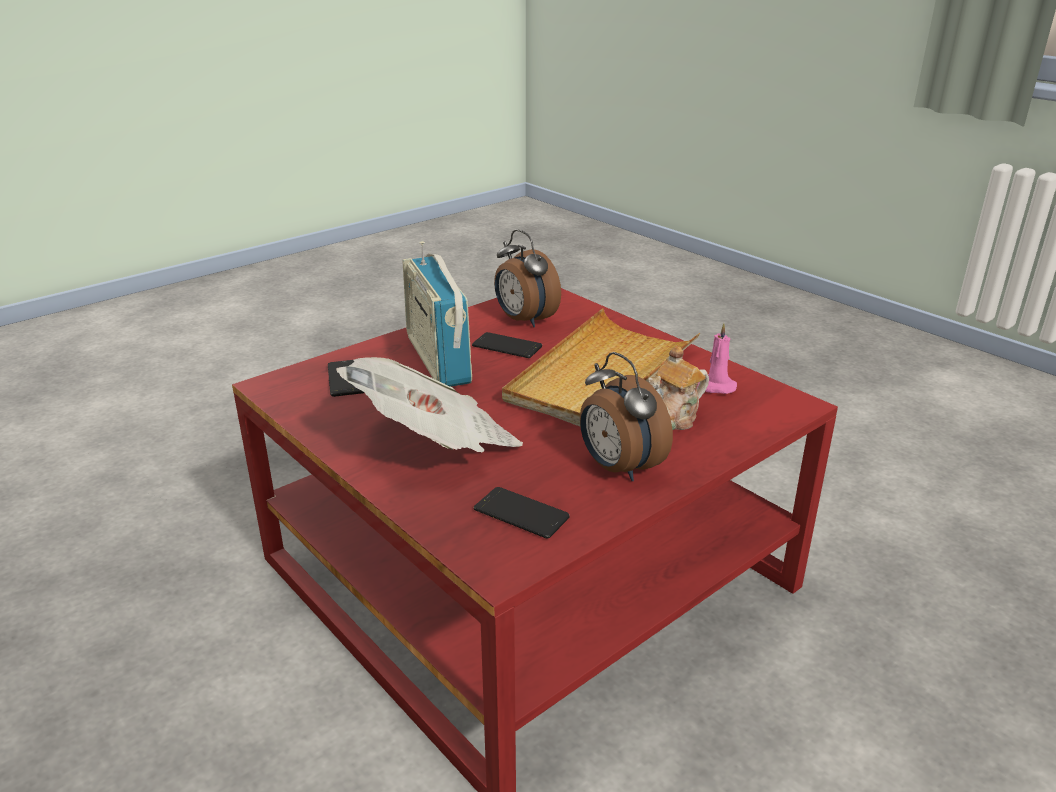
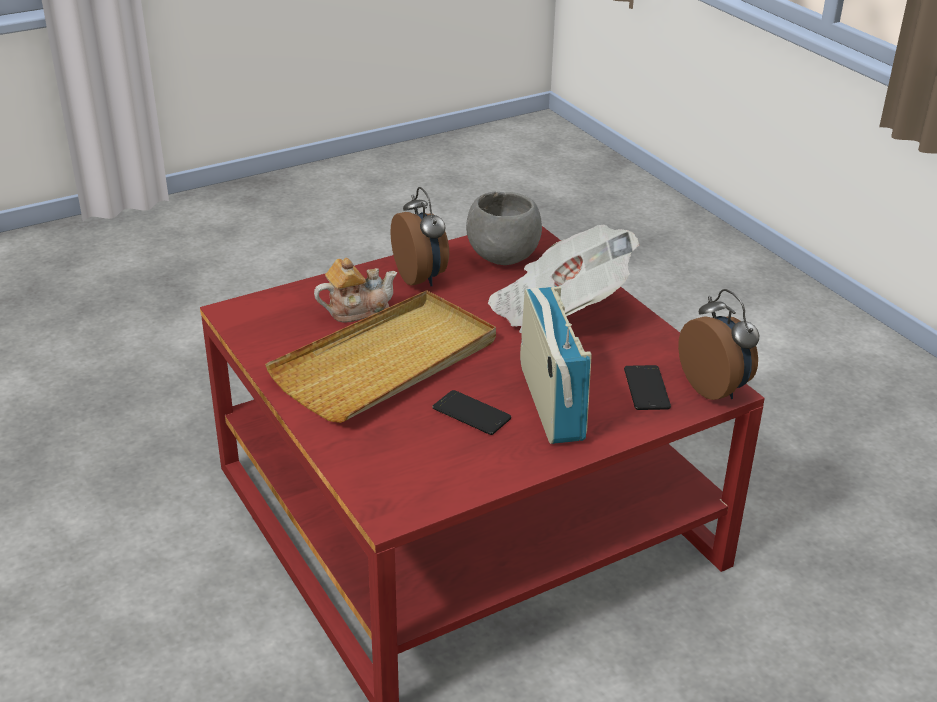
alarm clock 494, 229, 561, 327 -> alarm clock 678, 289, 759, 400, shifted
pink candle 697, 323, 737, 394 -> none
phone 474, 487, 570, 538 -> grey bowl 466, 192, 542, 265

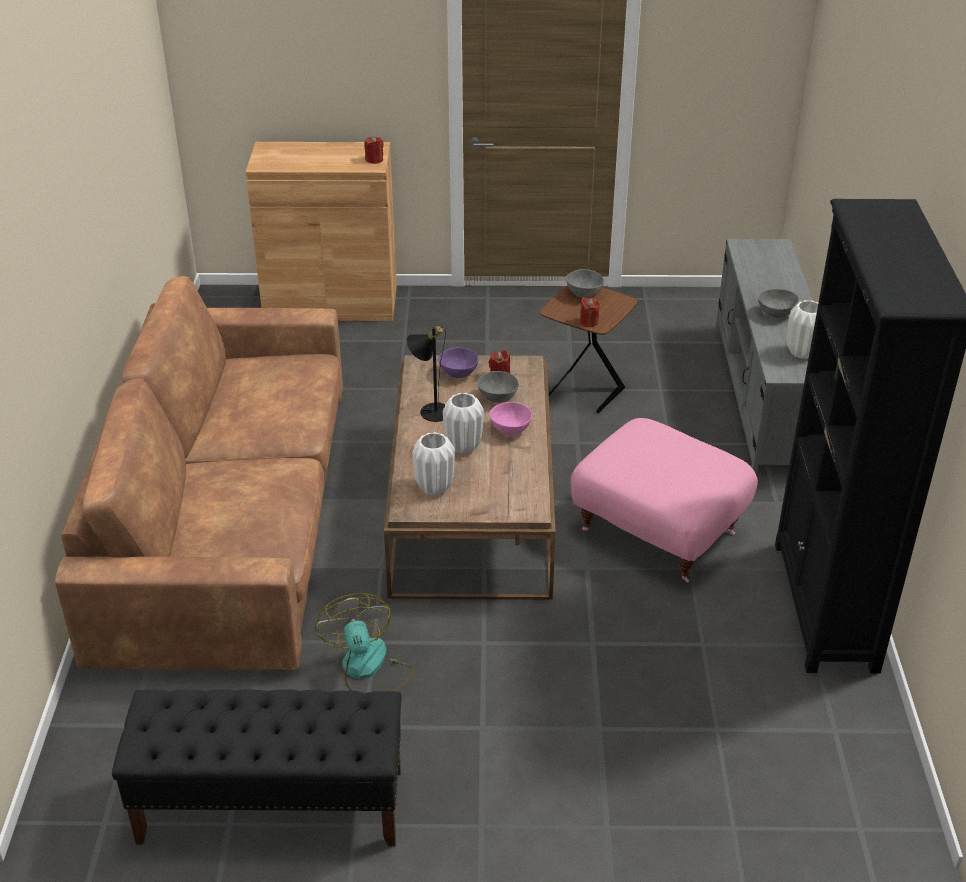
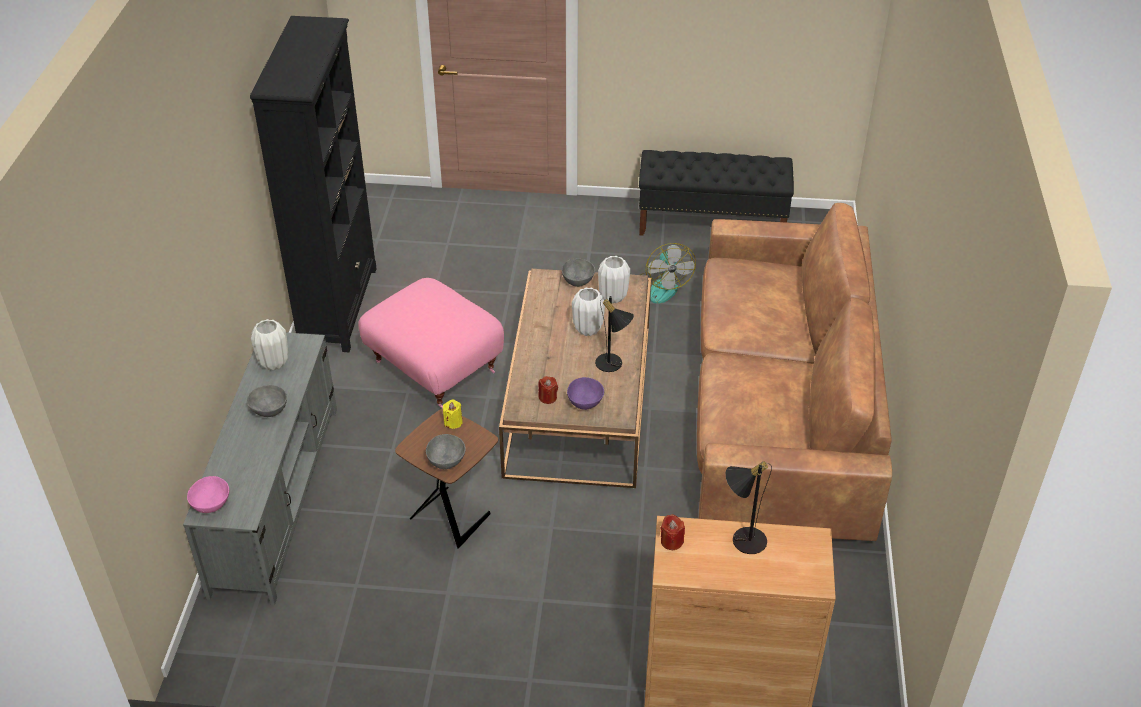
red candle 580, 297, 599, 327 -> yellow candle 443, 399, 463, 429
grey bowl 477, 371, 519, 403 -> grey bowl 562, 259, 595, 287, shifted
pink bowl 490, 402, 532, 435 -> pink bowl 187, 476, 229, 513, shifted
none -> black table lamp 725, 461, 772, 554

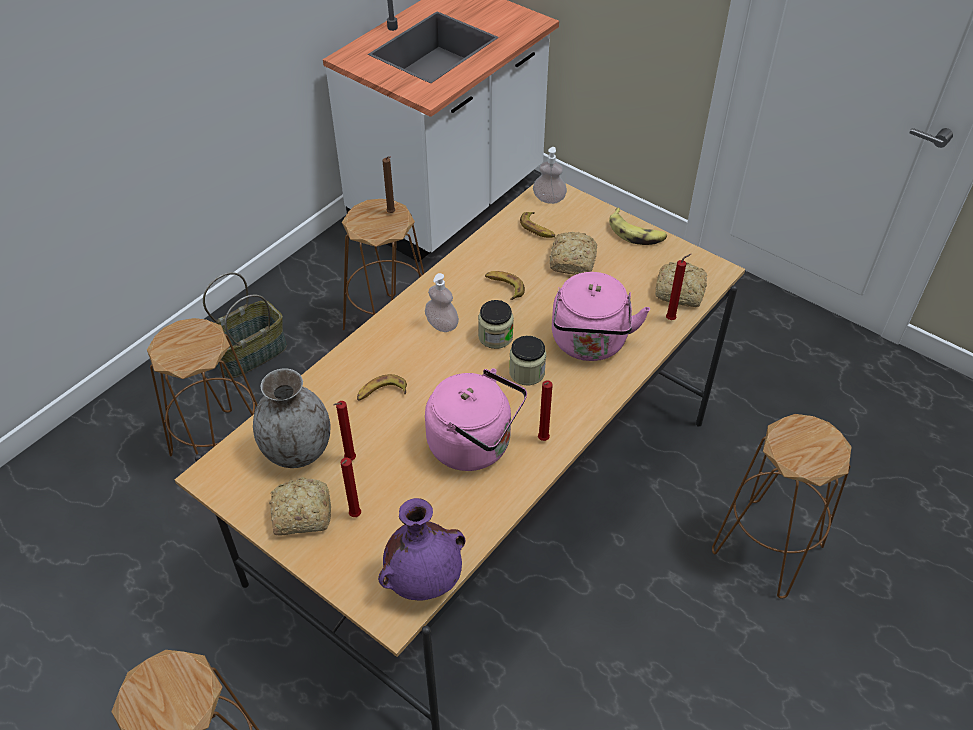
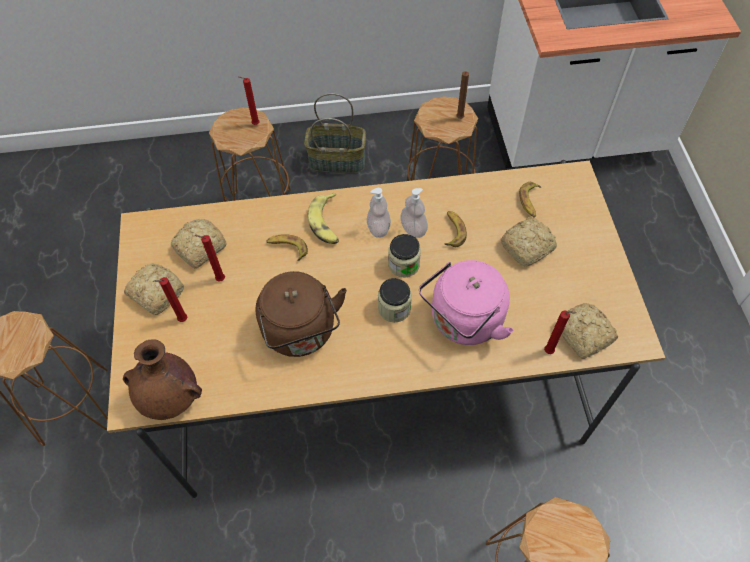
soap dispenser 533, 147, 567, 204 -> soap dispenser 400, 188, 428, 238, shifted
banana 609, 208, 667, 245 -> banana 308, 193, 339, 244, shifted
grey vase 253, 368, 330, 468 -> bread 171, 219, 227, 268
pink kettle 425, 368, 527, 471 -> brown kettle 255, 271, 347, 357
red candle 538, 380, 553, 441 -> red candle 239, 76, 260, 125, shifted
purple vase 378, 498, 465, 601 -> brown vase 123, 339, 202, 420

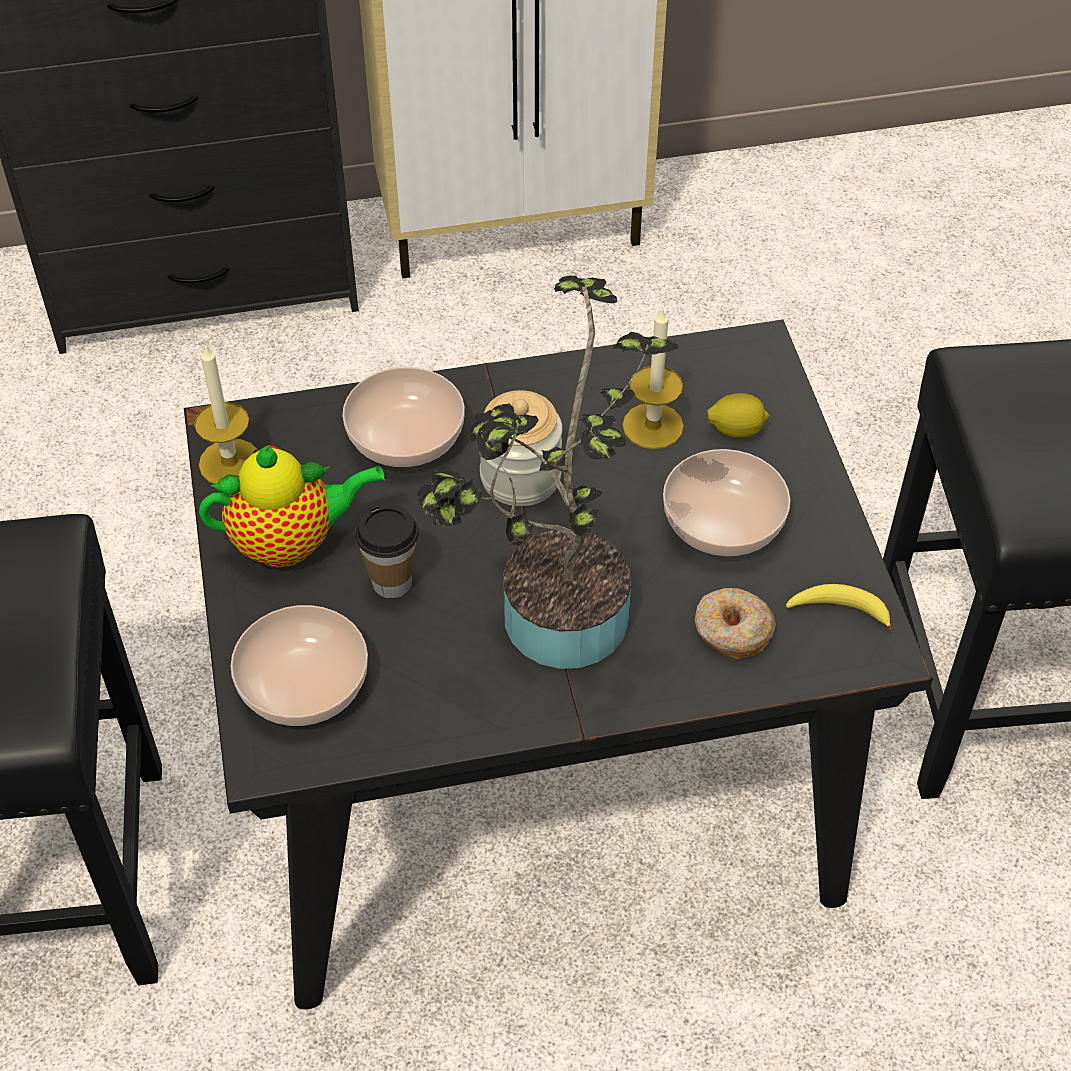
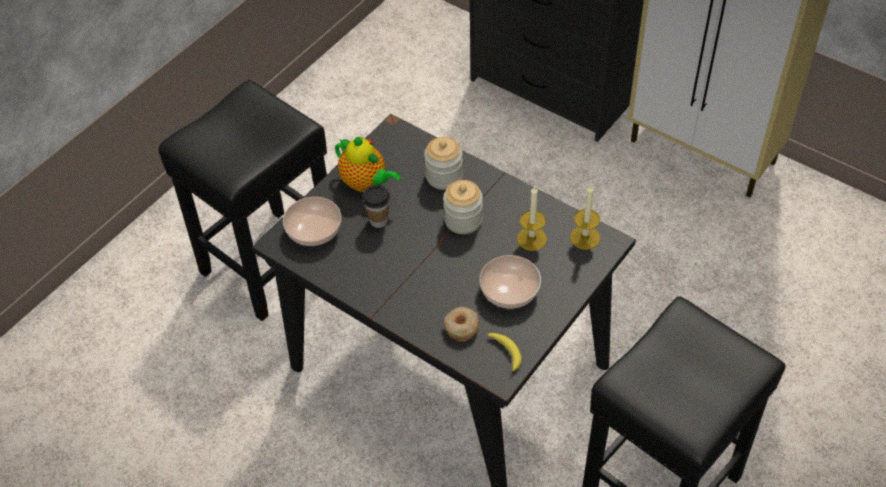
potted plant 417, 276, 679, 669 -> none
candle 194, 344, 257, 484 -> candle 570, 185, 600, 250, shifted
bowl 342, 367, 465, 467 -> jar 424, 137, 463, 190
lemon 707, 393, 769, 438 -> none

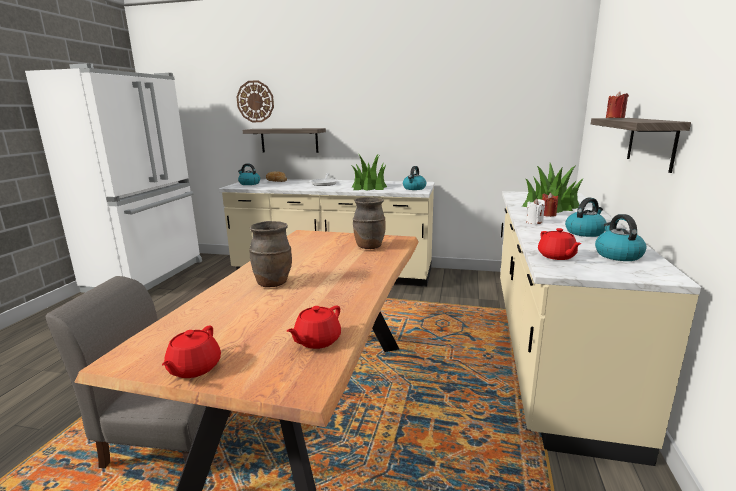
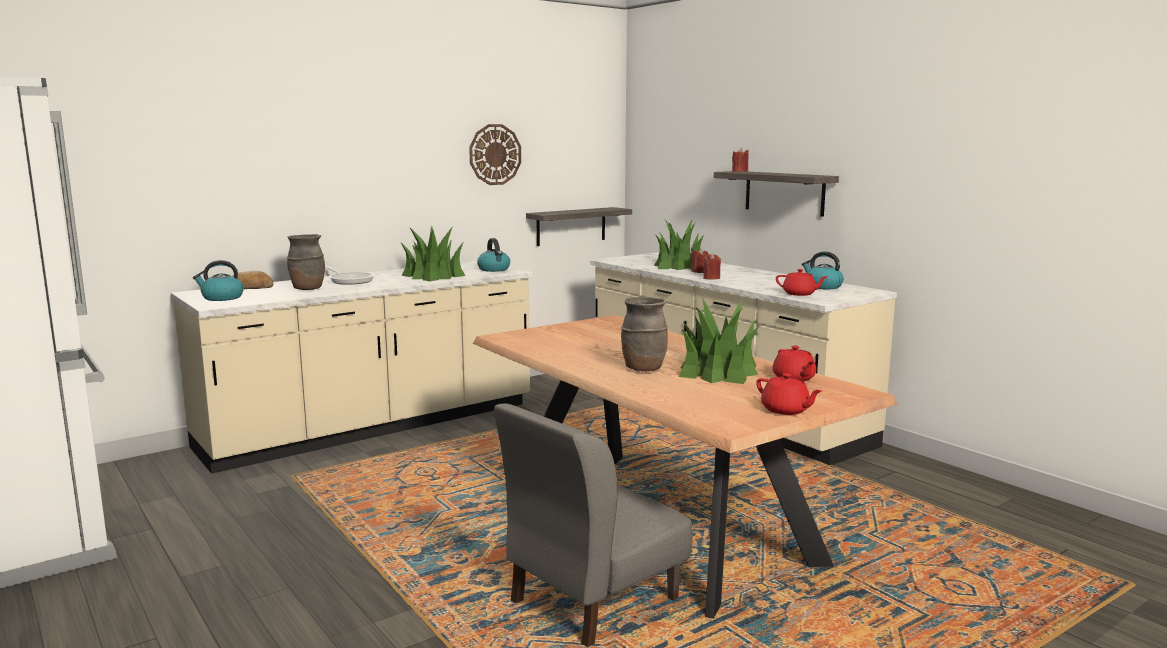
wall clock 236, 80, 274, 122 -> wall clock 469, 124, 521, 185, shifted
shelf 243, 128, 326, 153 -> shelf 526, 207, 632, 246, shifted
brown vase 353, 197, 385, 249 -> brown vase 287, 234, 325, 290, shifted
kettle 565, 197, 607, 237 -> none
white candle 526, 198, 545, 224 -> red candle 703, 253, 721, 280
none -> potted plant 679, 298, 759, 384

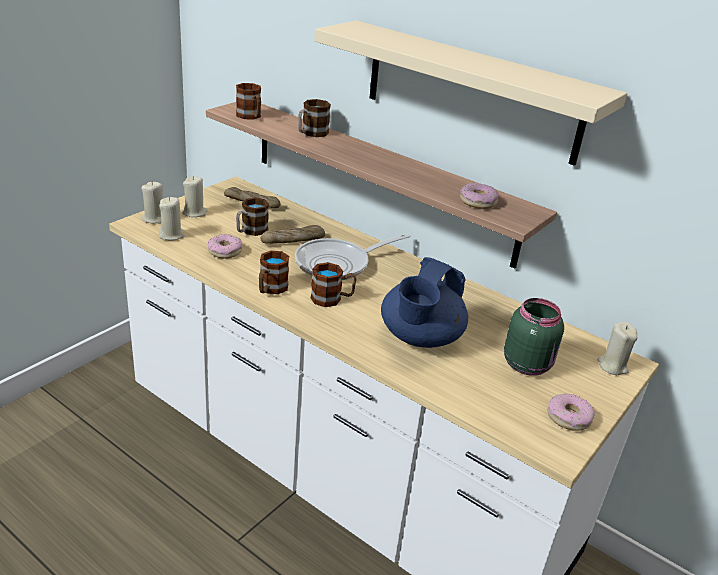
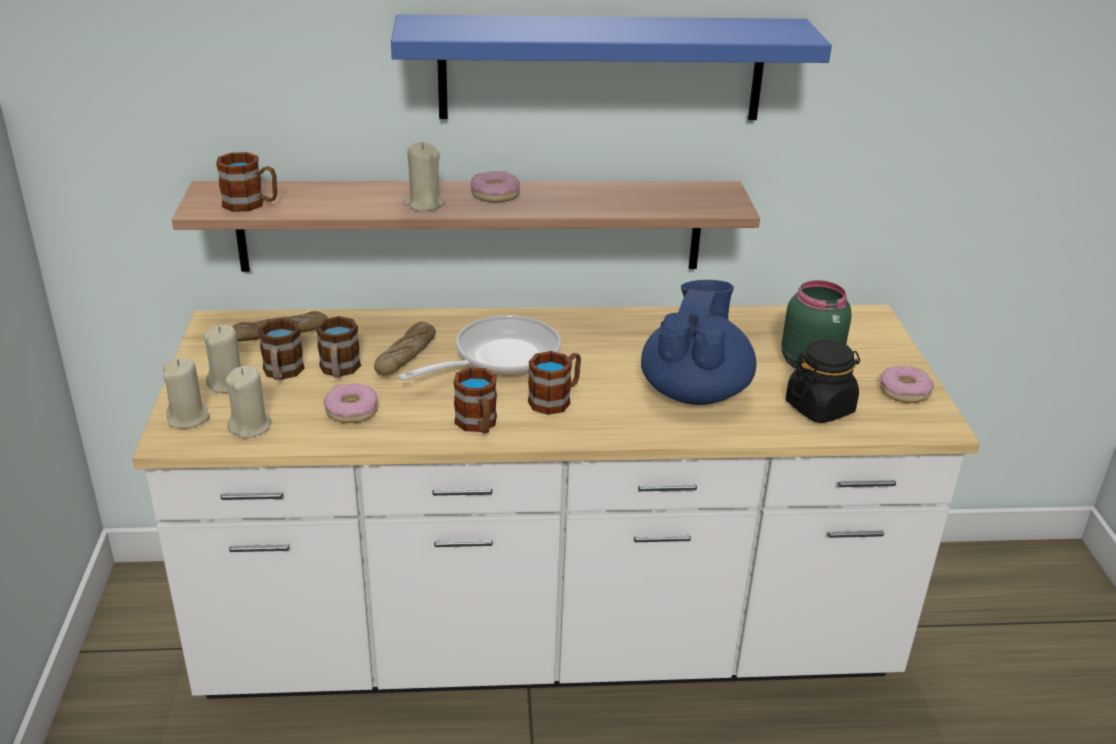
beige shelf 314, 21, 627, 166 -> blue shelf 391, 14, 832, 120
mug 298, 99, 331, 137 -> mug 258, 318, 305, 380, shifted
donut 460, 183, 499, 209 -> donut 471, 171, 520, 203, shifted
frying pan 295, 233, 411, 280 -> frying pan 398, 315, 561, 381, 150 degrees counterclockwise
blue teapot 381, 257, 468, 348 -> blue teapot 641, 280, 756, 405, 150 degrees counterclockwise
beige candle 597, 322, 637, 375 -> beige candle 403, 142, 445, 211, shifted
none -> black jar 786, 340, 860, 423

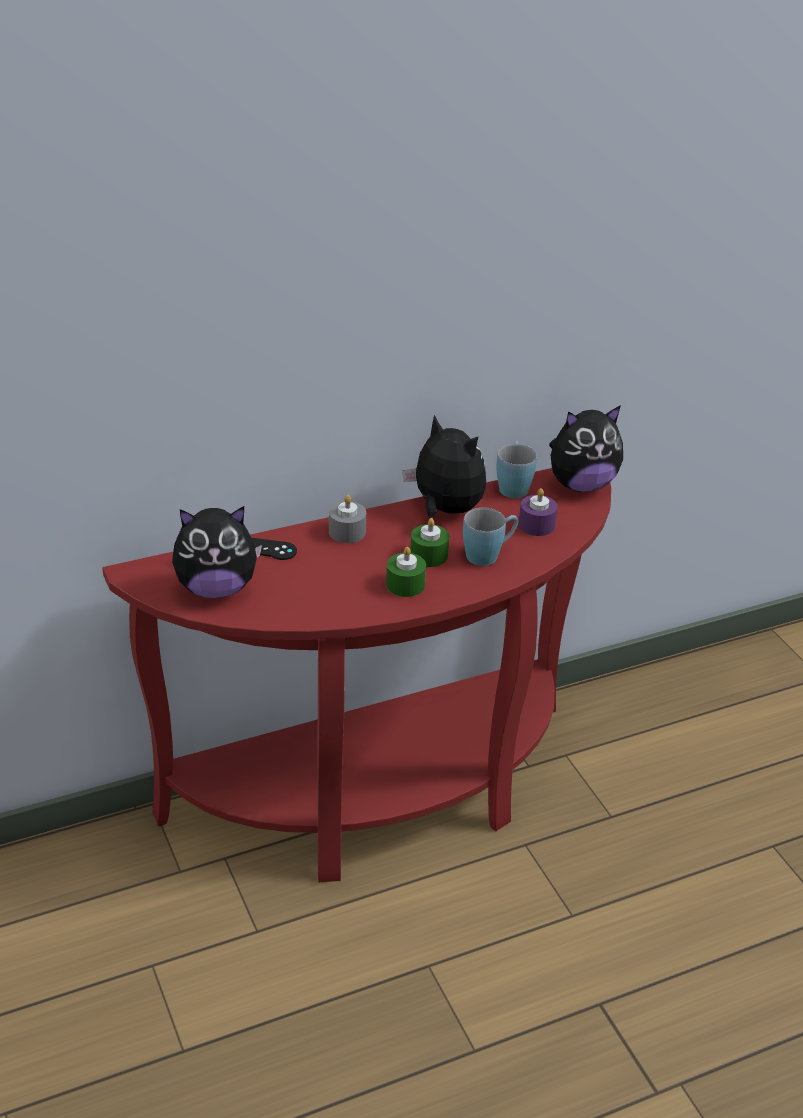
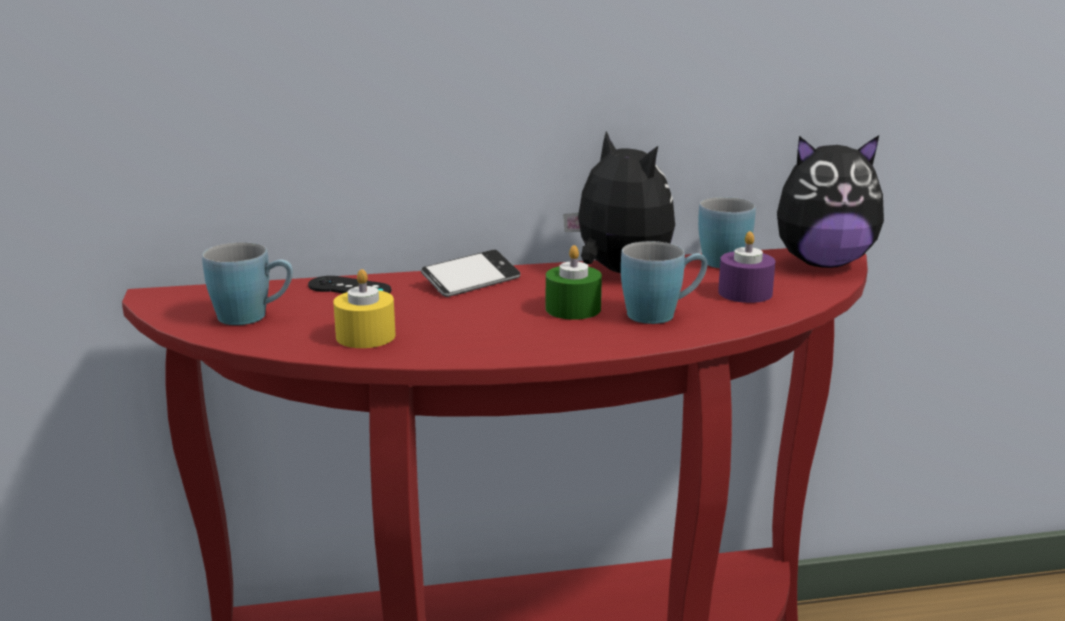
grey candle 329, 495, 366, 543 -> phone 421, 250, 521, 297
plush toy 172, 506, 262, 598 -> blue mug 202, 242, 293, 325
green candle 386, 547, 426, 597 -> none
none -> yellow candle 333, 269, 396, 348

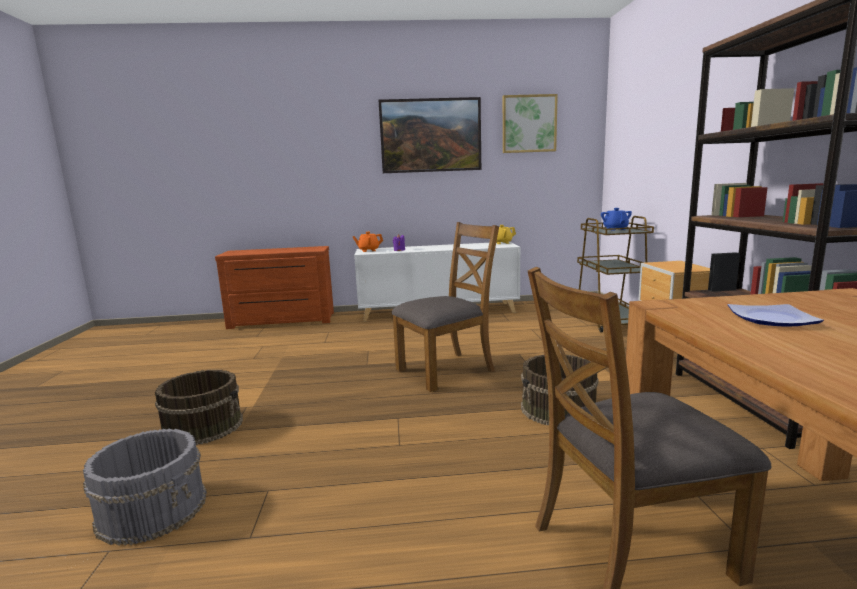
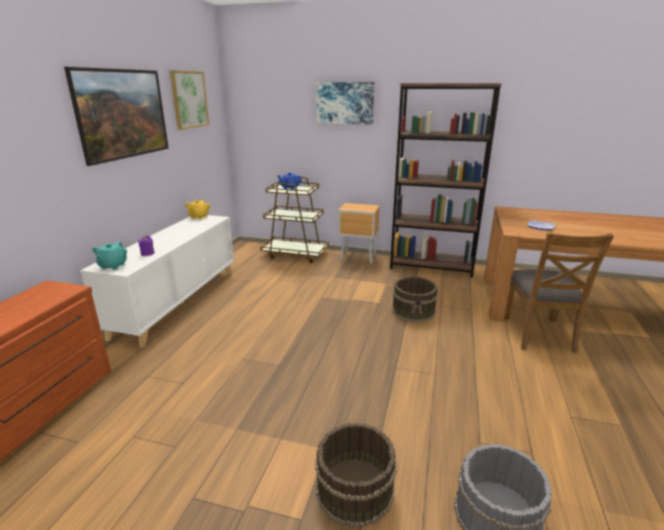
brown chair 392, 222, 499, 392 -> none
orange teapot 352, 232, 383, 252 -> turquoise teapot 92, 242, 127, 270
none -> picture 316, 82, 374, 124

